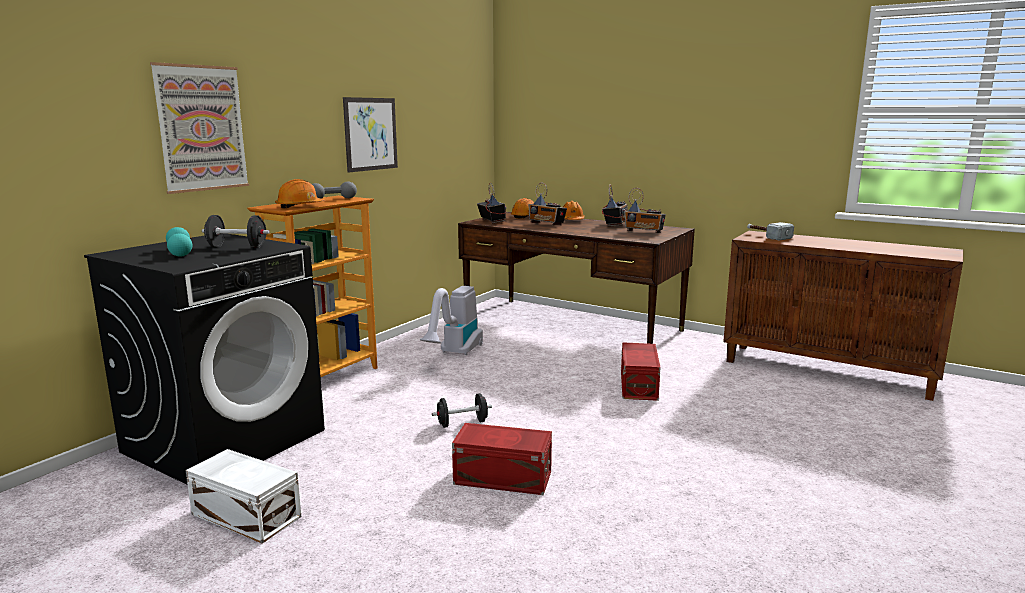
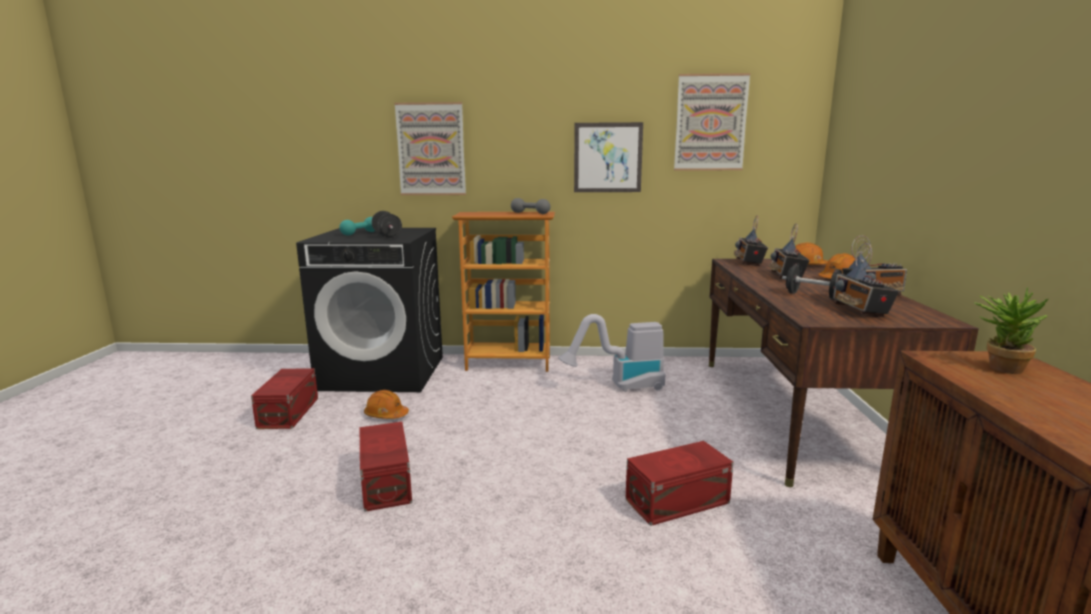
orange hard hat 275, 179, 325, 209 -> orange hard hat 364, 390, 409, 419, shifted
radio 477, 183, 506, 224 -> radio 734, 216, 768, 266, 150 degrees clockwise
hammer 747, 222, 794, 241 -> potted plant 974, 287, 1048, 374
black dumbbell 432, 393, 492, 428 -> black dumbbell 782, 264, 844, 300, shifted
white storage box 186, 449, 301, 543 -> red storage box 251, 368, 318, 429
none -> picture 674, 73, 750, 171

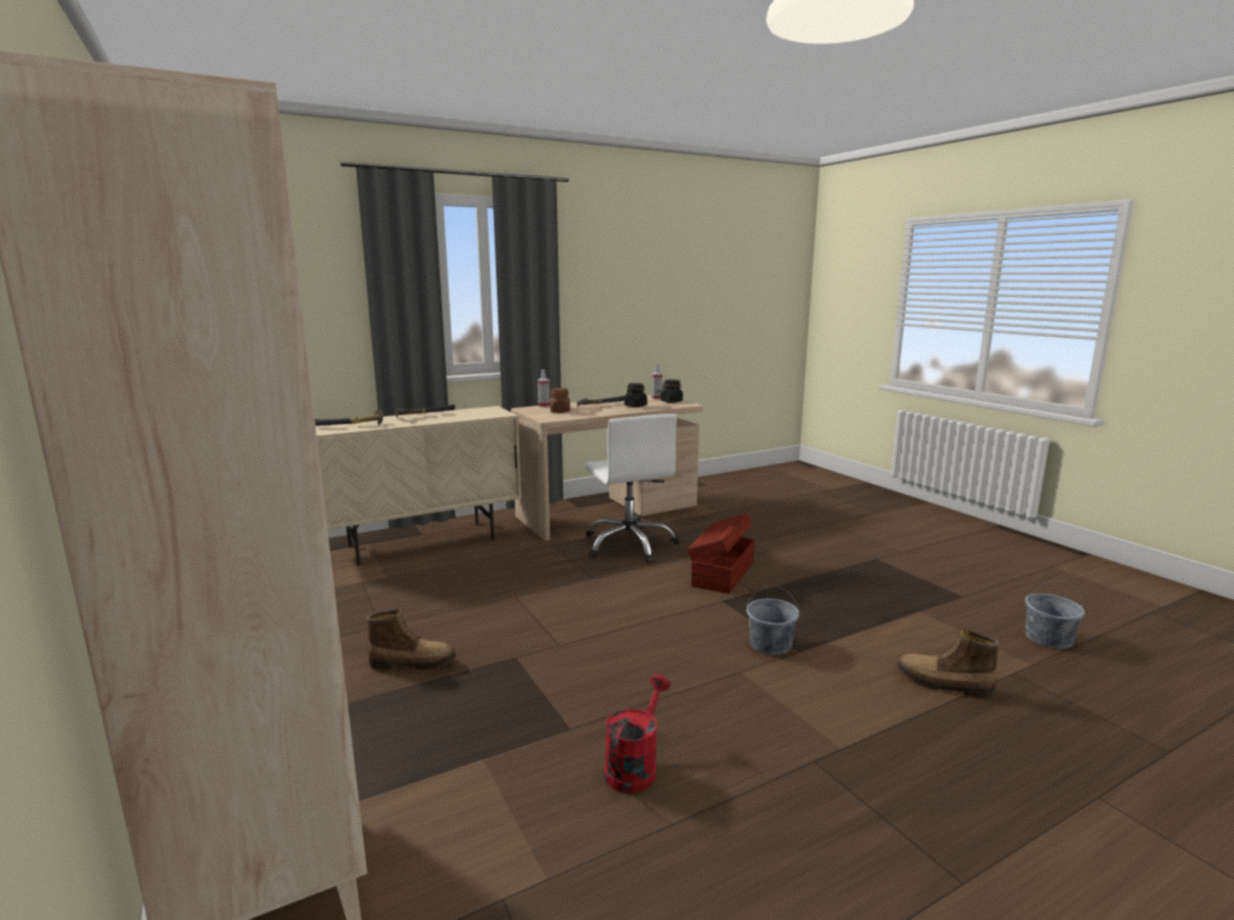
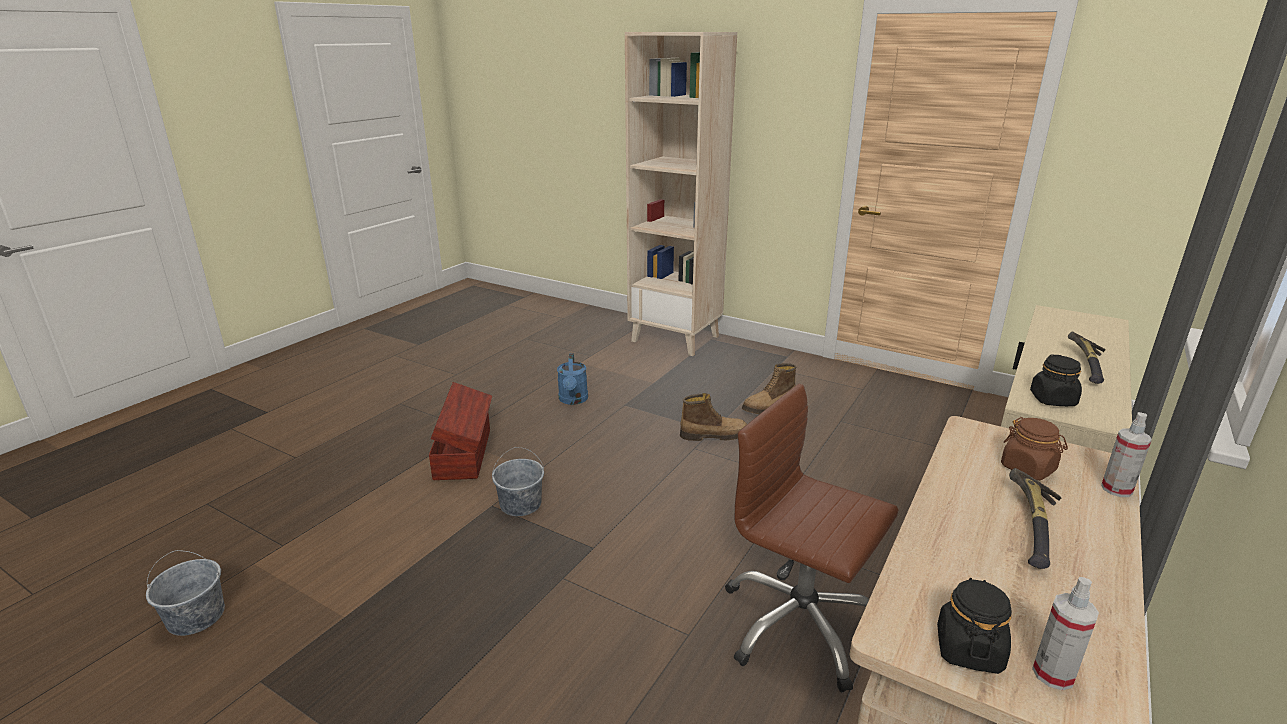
black jar 624, 383, 647, 407 -> black jar 1030, 355, 1082, 406, shifted
hammer 315, 409, 383, 427 -> none
white office chair 585, 414, 680, 563 -> brown office chair 725, 384, 898, 693
brown storage box 687, 513, 755, 594 -> brown storage box 429, 382, 492, 480, shifted
boot 896, 629, 1000, 698 -> boot 680, 393, 747, 441, shifted
red watering can 604, 674, 671, 793 -> blue watering can 557, 353, 588, 405

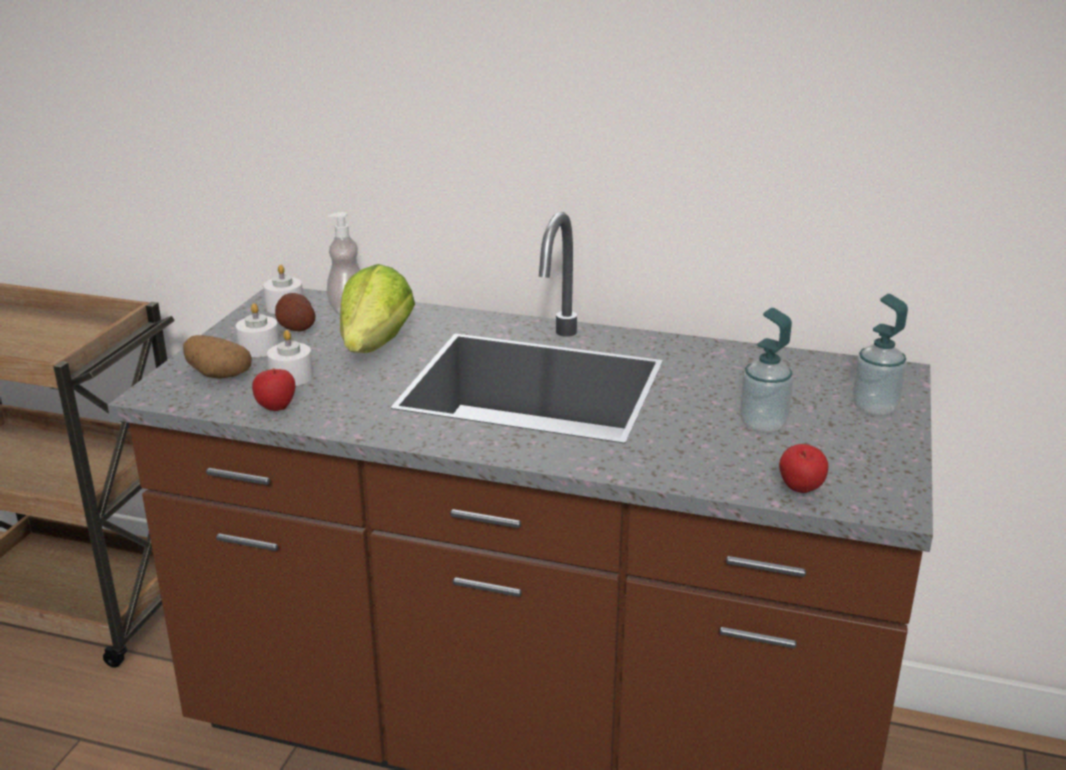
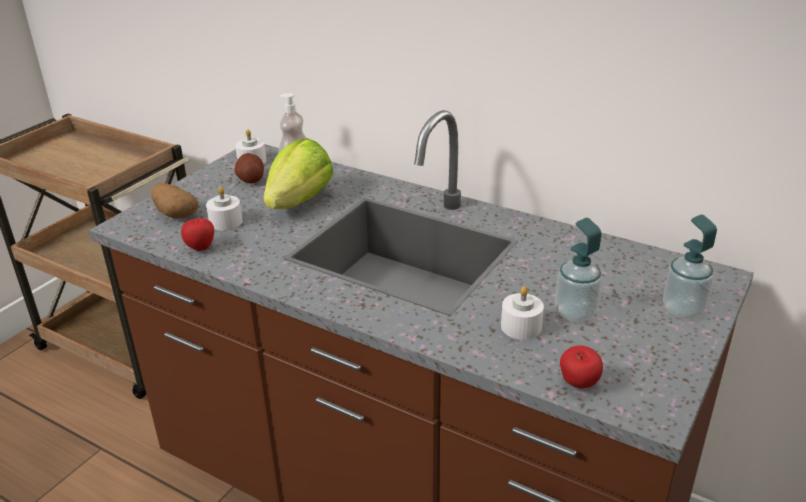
white candle 235, 303, 280, 357 -> white candle 501, 286, 544, 340, shifted

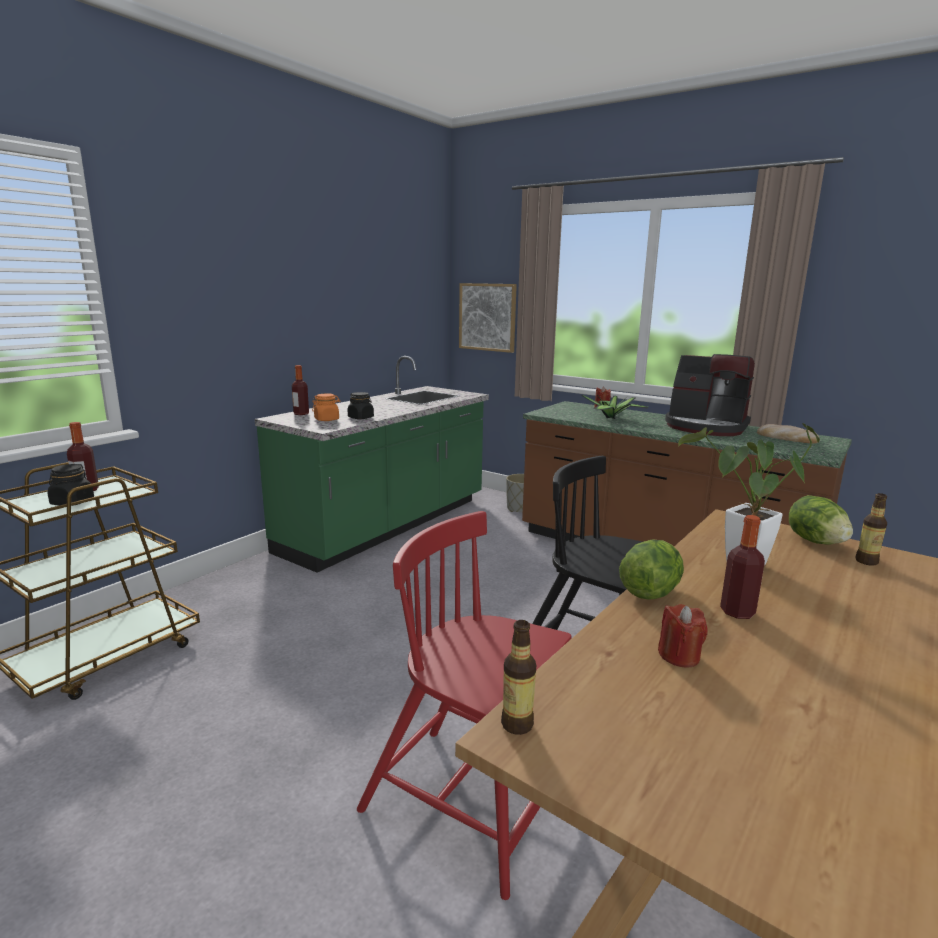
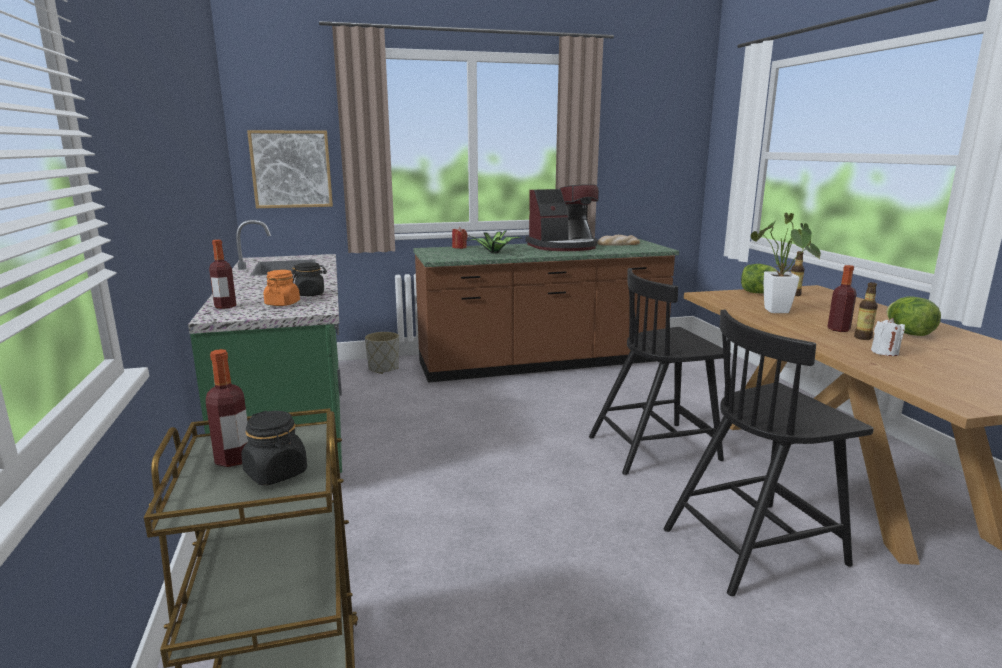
red chair 357, 511, 572, 900 -> black chair 663, 310, 874, 596
lettuce 619, 540, 684, 600 -> lettuce 887, 296, 941, 336, shifted
red candle 658, 604, 708, 668 -> white candle 871, 318, 905, 356
bottle 501, 620, 536, 735 -> bottle 854, 282, 878, 340, shifted

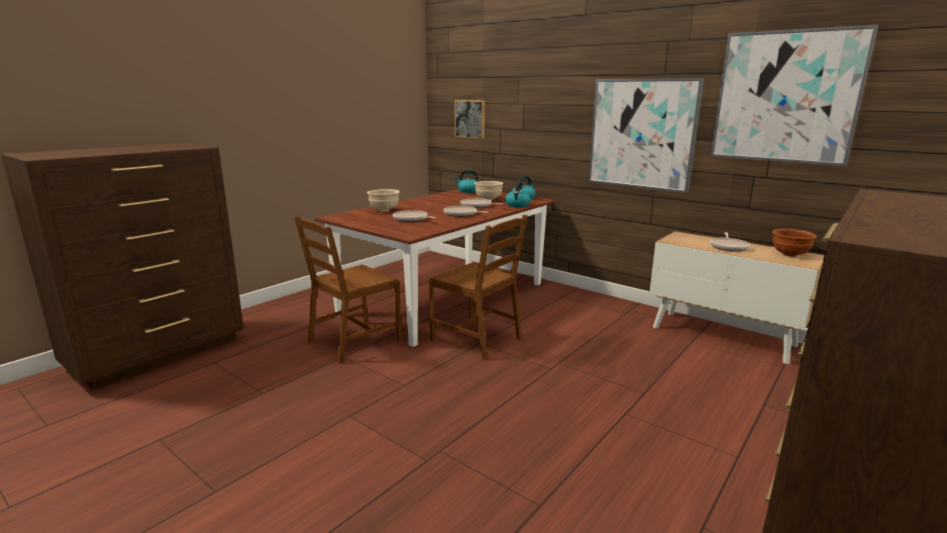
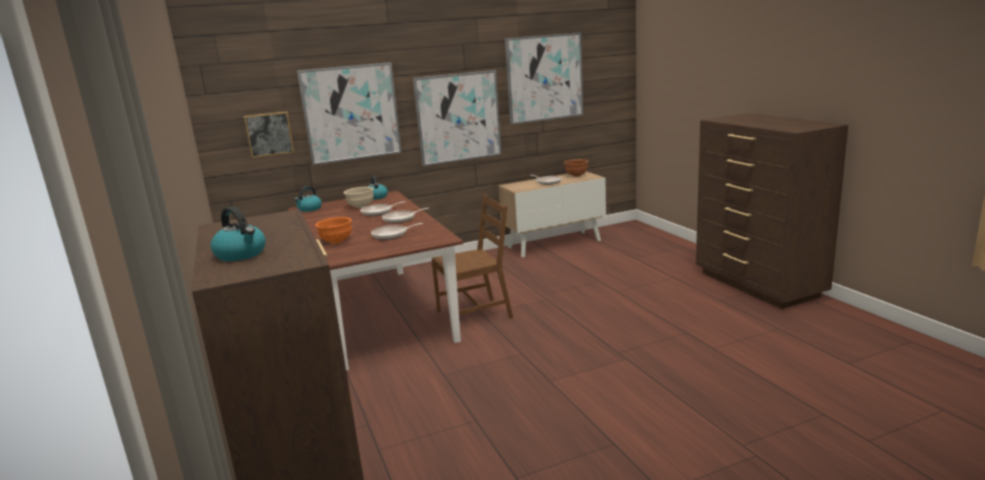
kettle 505, 181, 531, 207 -> kettle 210, 206, 266, 261, shifted
beige bowl 367, 189, 400, 212 -> orange bowl 315, 217, 352, 244
brown chair 294, 216, 402, 364 -> none
none -> picture 297, 62, 402, 165

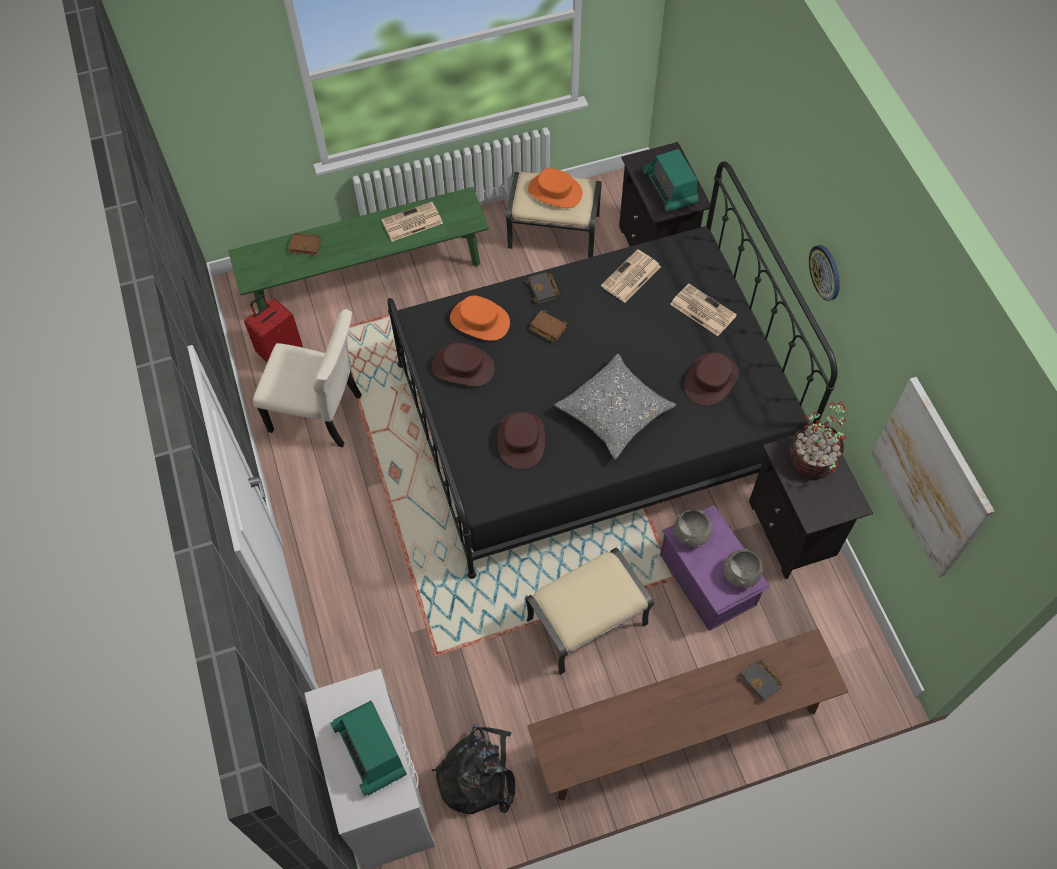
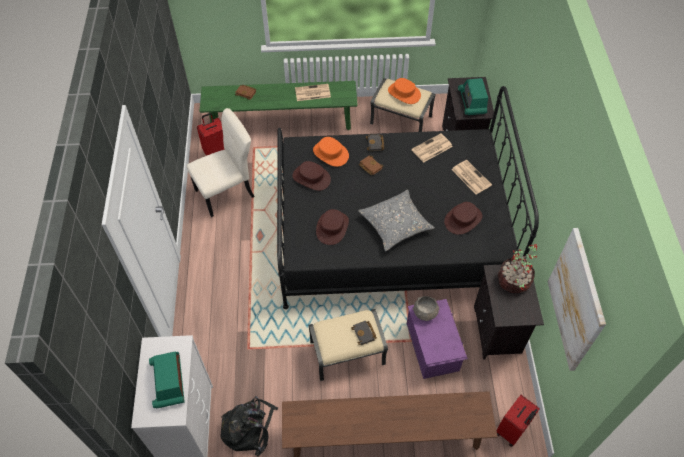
wall clock 809, 245, 840, 301 -> none
beige chair 253, 309, 362, 447 -> beige chair 186, 108, 255, 217, 60 degrees counterclockwise
grey bowl 724, 548, 764, 588 -> none
black book 738, 660, 783, 703 -> black book 351, 321, 377, 345, shifted
none -> red suitcase 496, 395, 540, 447

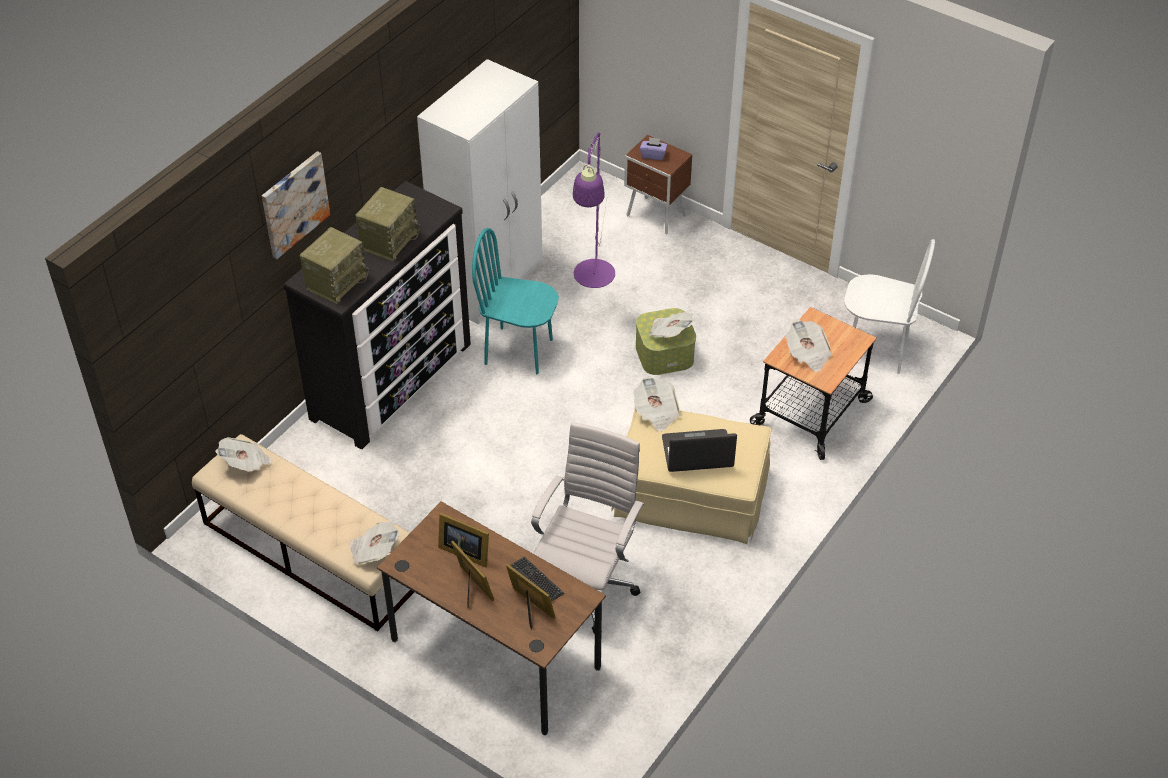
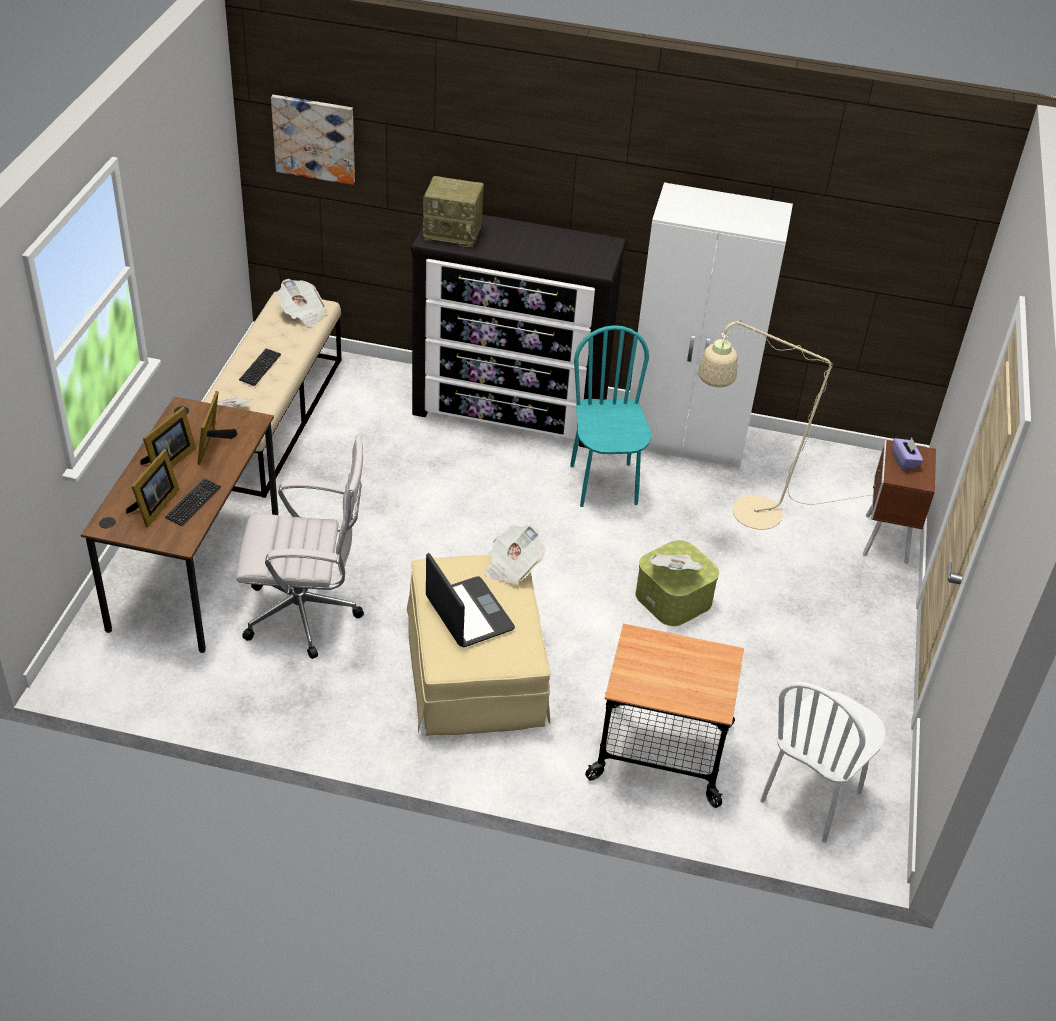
purple floor lamp 573, 132, 615, 288 -> beige floor lamp 698, 320, 873, 530
picture 262, 151, 330, 259 -> picture 271, 95, 355, 185, shifted
radio 355, 187, 420, 261 -> none
white chair 845, 239, 935, 374 -> white chair 760, 682, 886, 843, 45 degrees clockwise
newspaper 786, 320, 833, 372 -> none
none -> keyboard 239, 348, 281, 386

